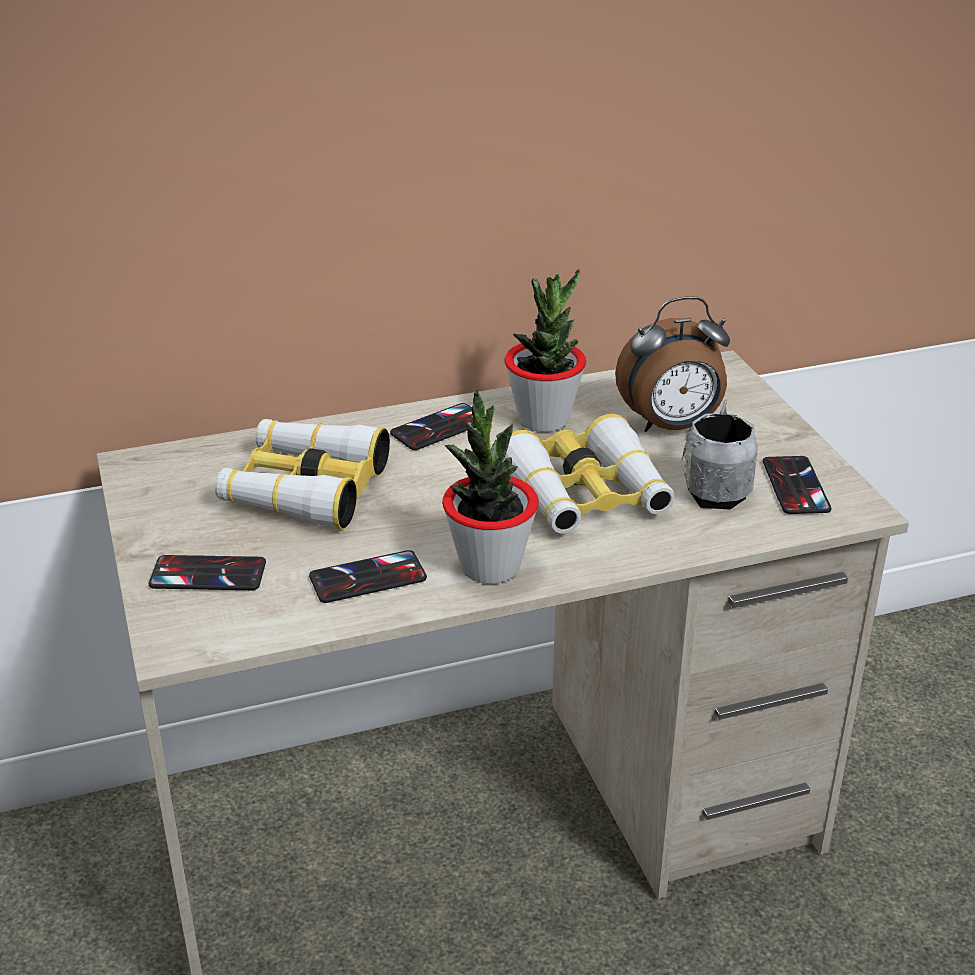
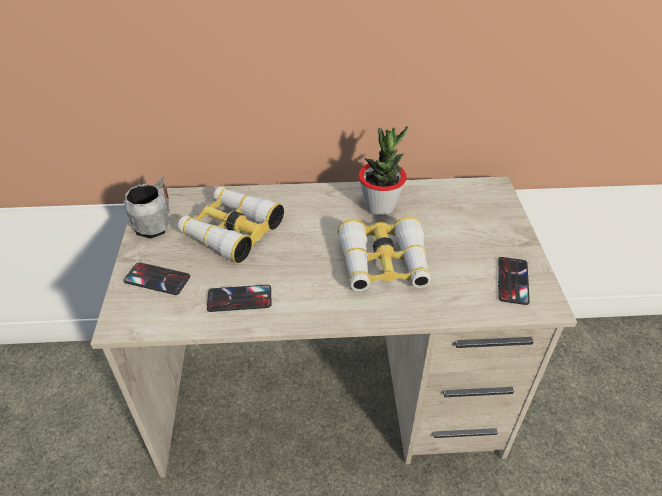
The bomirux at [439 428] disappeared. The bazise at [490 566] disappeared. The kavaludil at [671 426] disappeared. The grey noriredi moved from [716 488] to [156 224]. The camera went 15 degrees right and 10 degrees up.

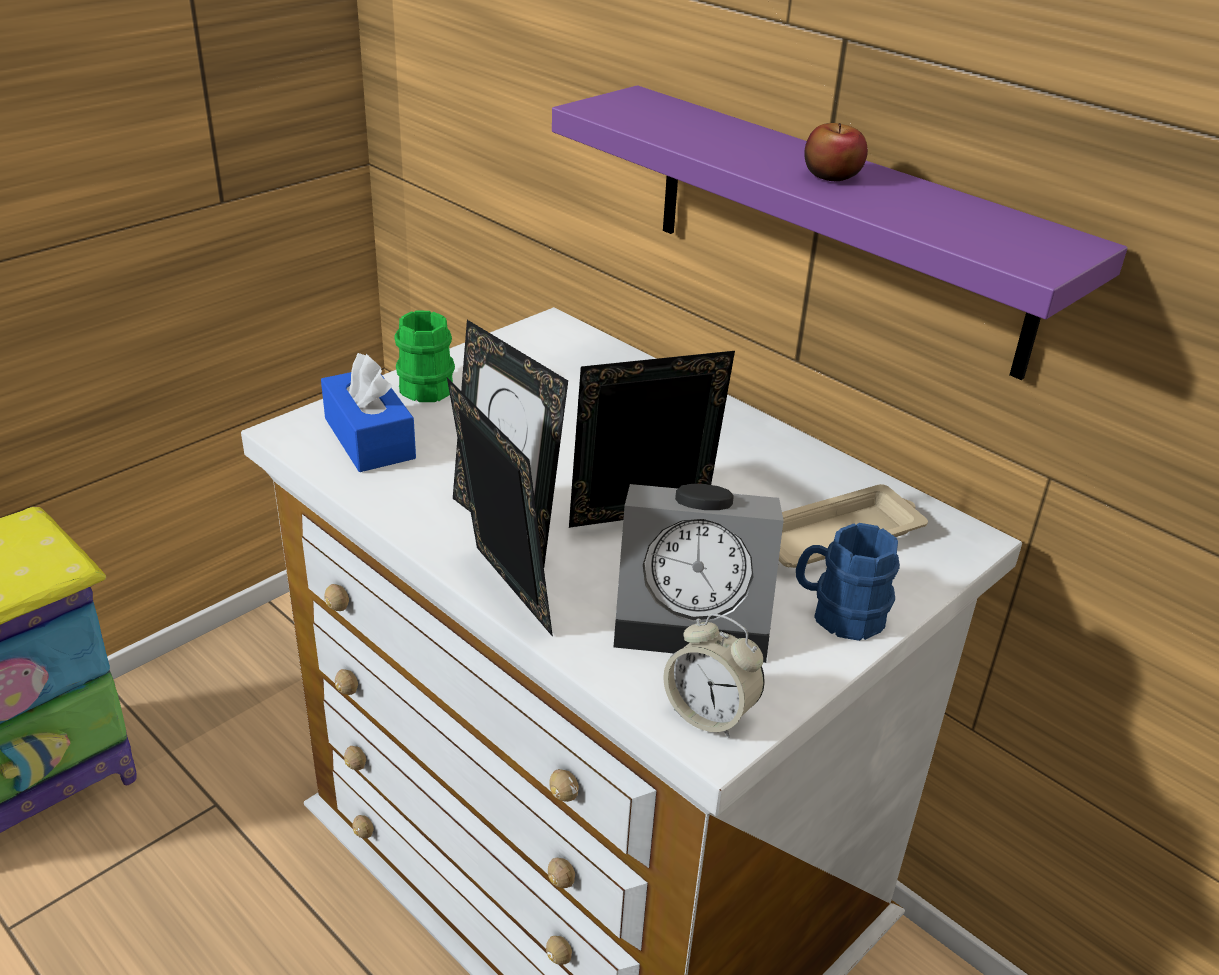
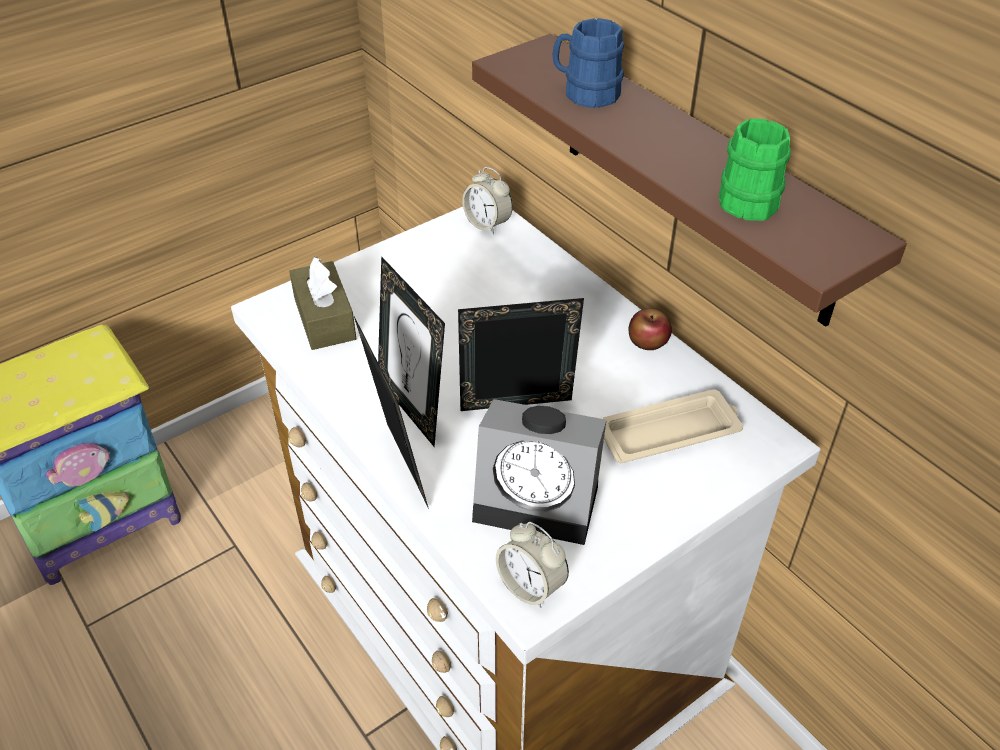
The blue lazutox at [369 438] became the brown lazutox at [324 318]. The green noriredi moved from [426 384] to [747 197]. The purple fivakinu at [837 227] became the brown fivakinu at [695 178]. The blue noriredi moved from [839 614] to [585 93]. The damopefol moved from [832 175] to [648 341]. The kavaludil at [487 224] appeared. The camera went 10 degrees right and 10 degrees up.

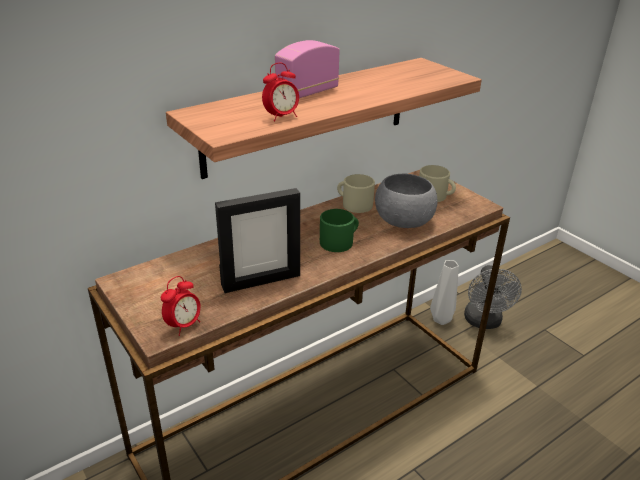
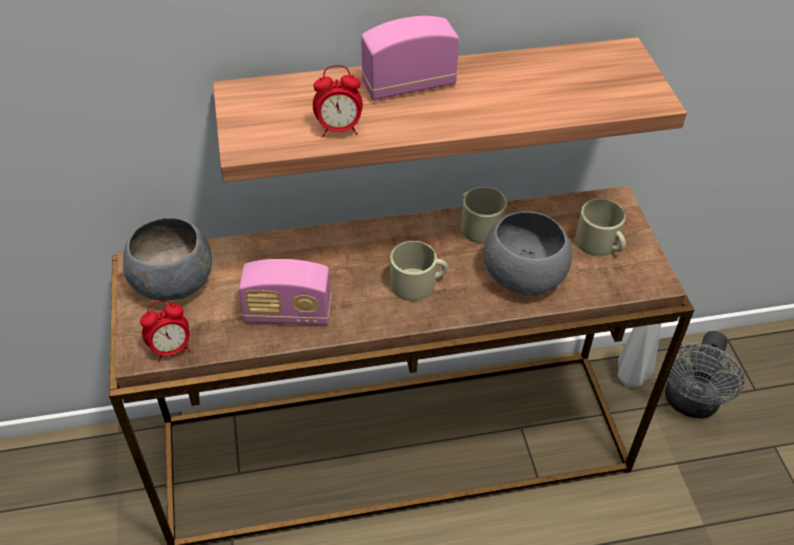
The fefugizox at [261 280] was replaced by the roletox at [288 314]. The green noriredi at [340 241] became the beige noriredi at [418 284]. The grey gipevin at [172 281] appeared. The camera went 25 degrees right and 15 degrees up.

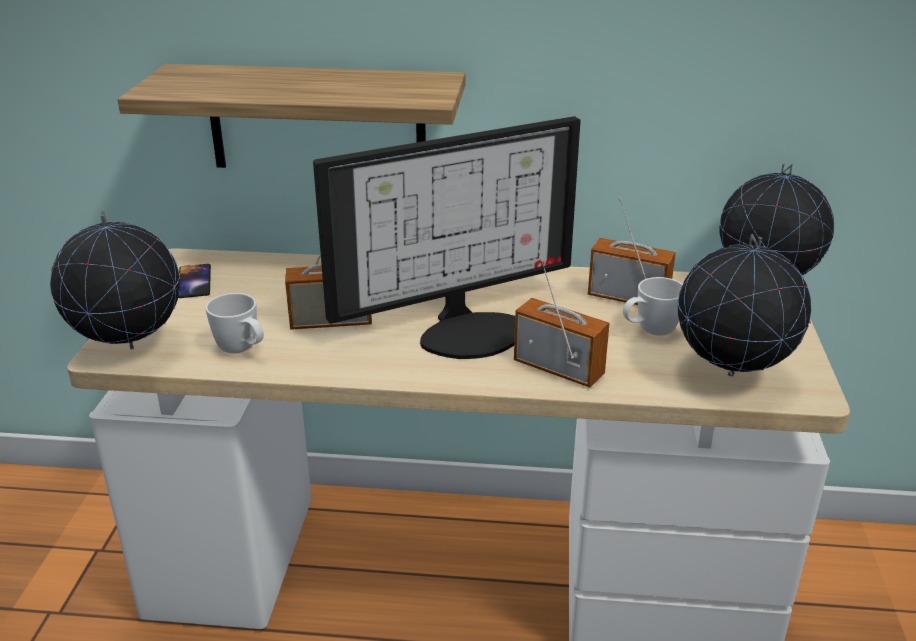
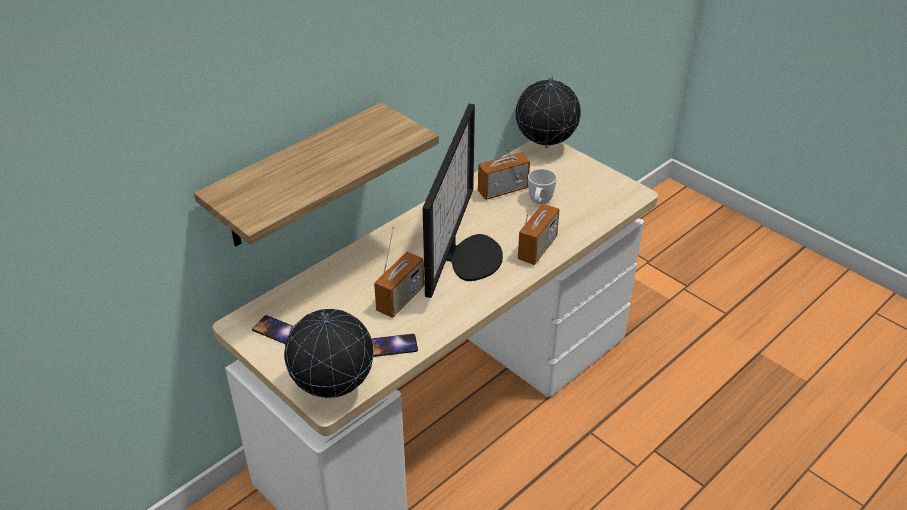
The white noriredi at [242 350] was replaced by the bomirux at [391 346]. The roletox at [558 368] turned 135 degrees clockwise. The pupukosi at [731 377] disappeared. The camera went 50 degrees left and 10 degrees up.

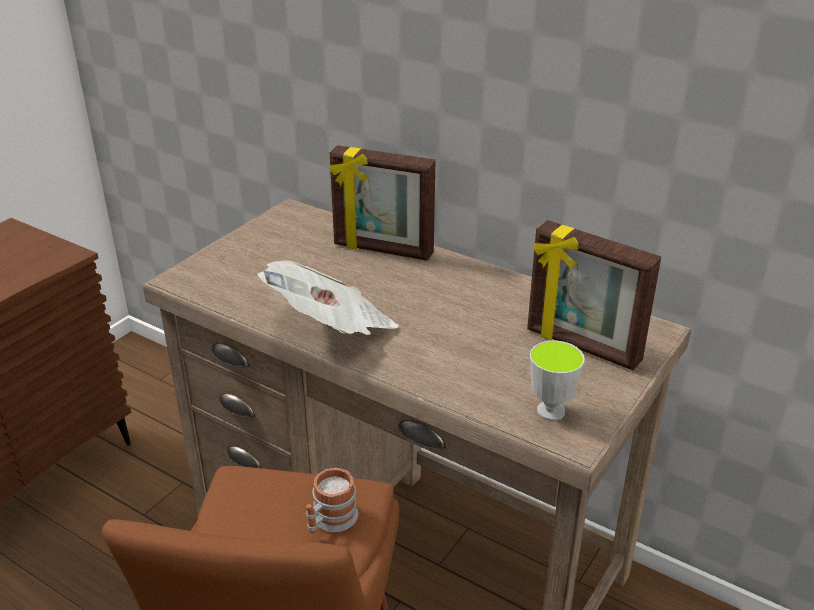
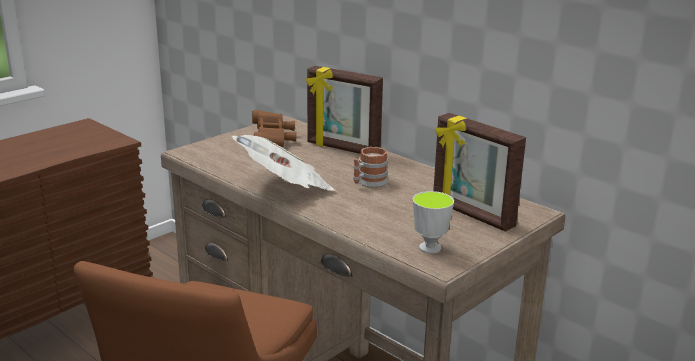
The noriredi moved from [330 521] to [368 183]. The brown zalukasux at [273 140] appeared. The camera went 10 degrees right and 10 degrees down.

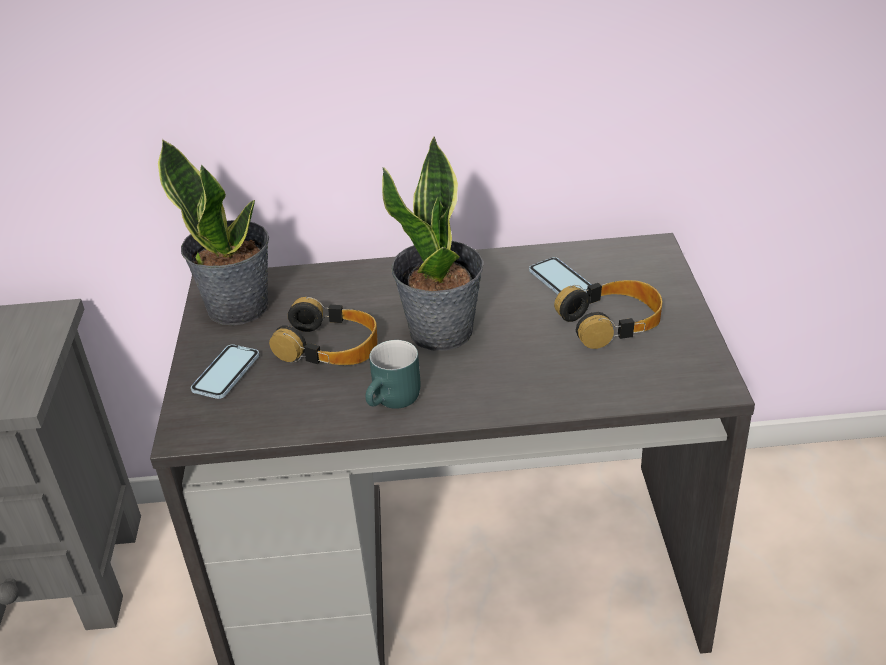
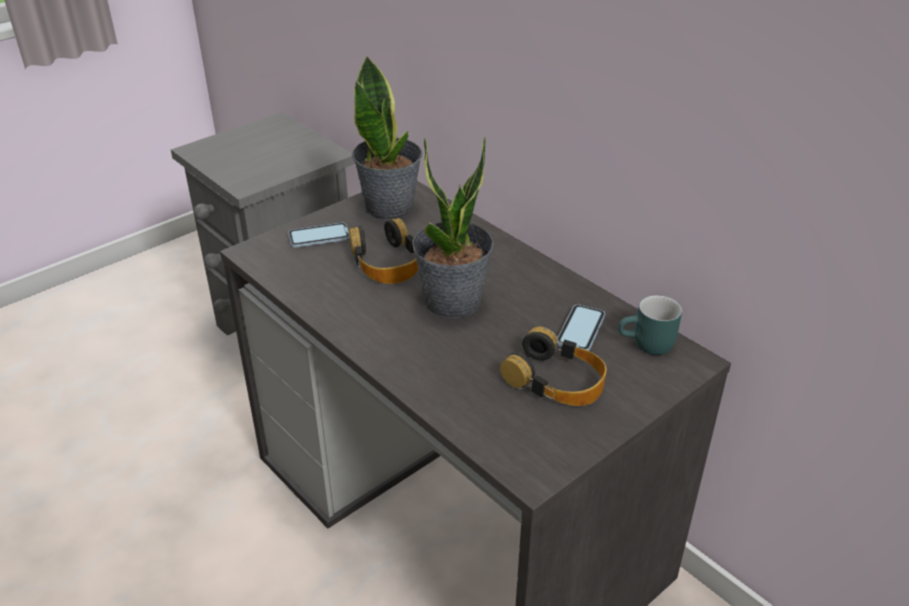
The turquoise noriredi moved from [395 401] to [647 346]. The camera went 50 degrees right and 0 degrees up.

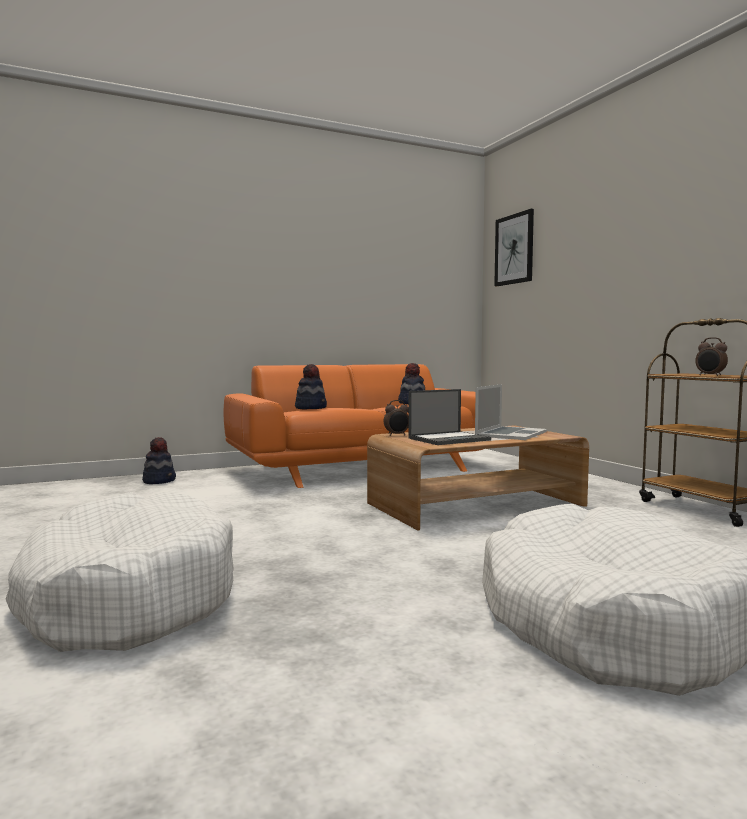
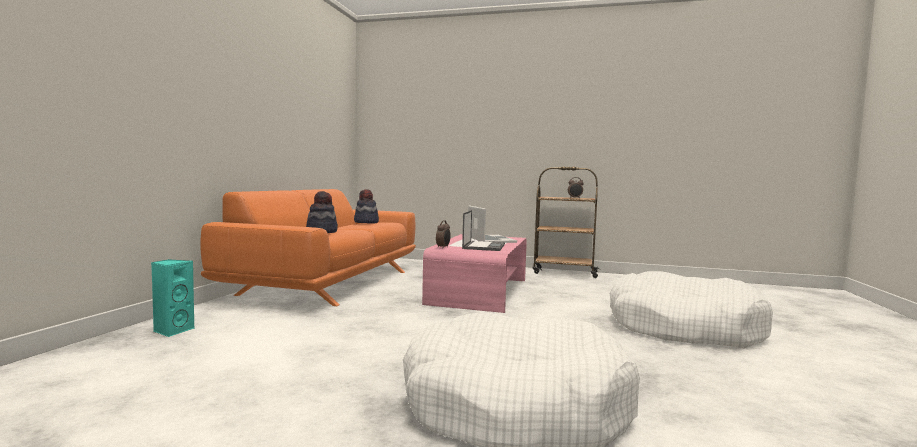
The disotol at [159 481] was replaced by the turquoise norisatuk at [172 331]. The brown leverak at [476 504] became the pink leverak at [479 291]. The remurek at [514 249] disappeared. The camera went 50 degrees left and 0 degrees up.

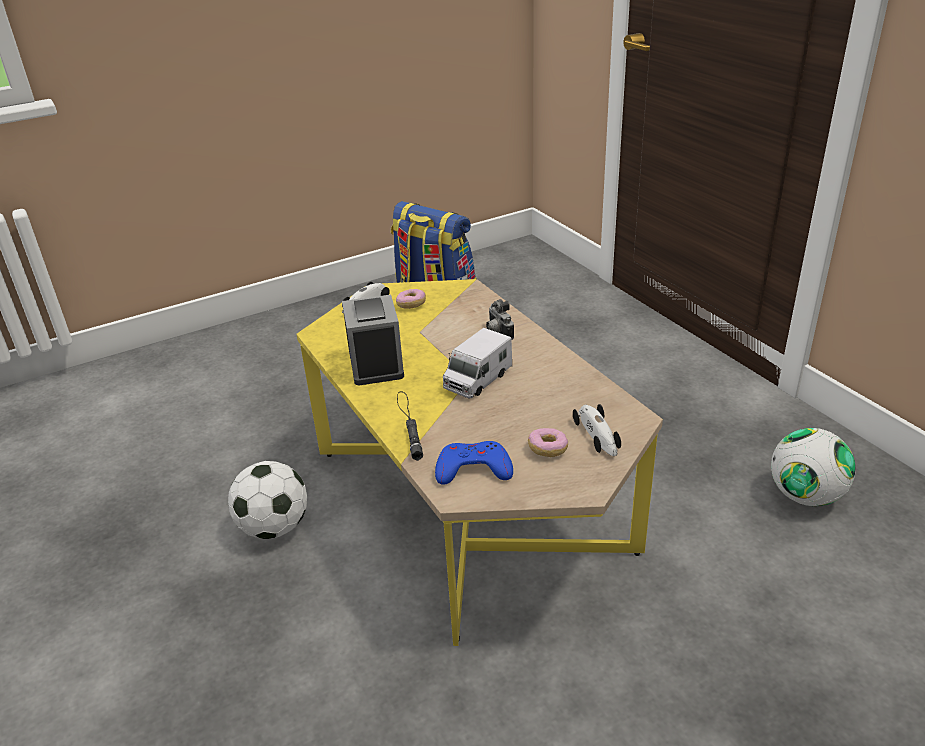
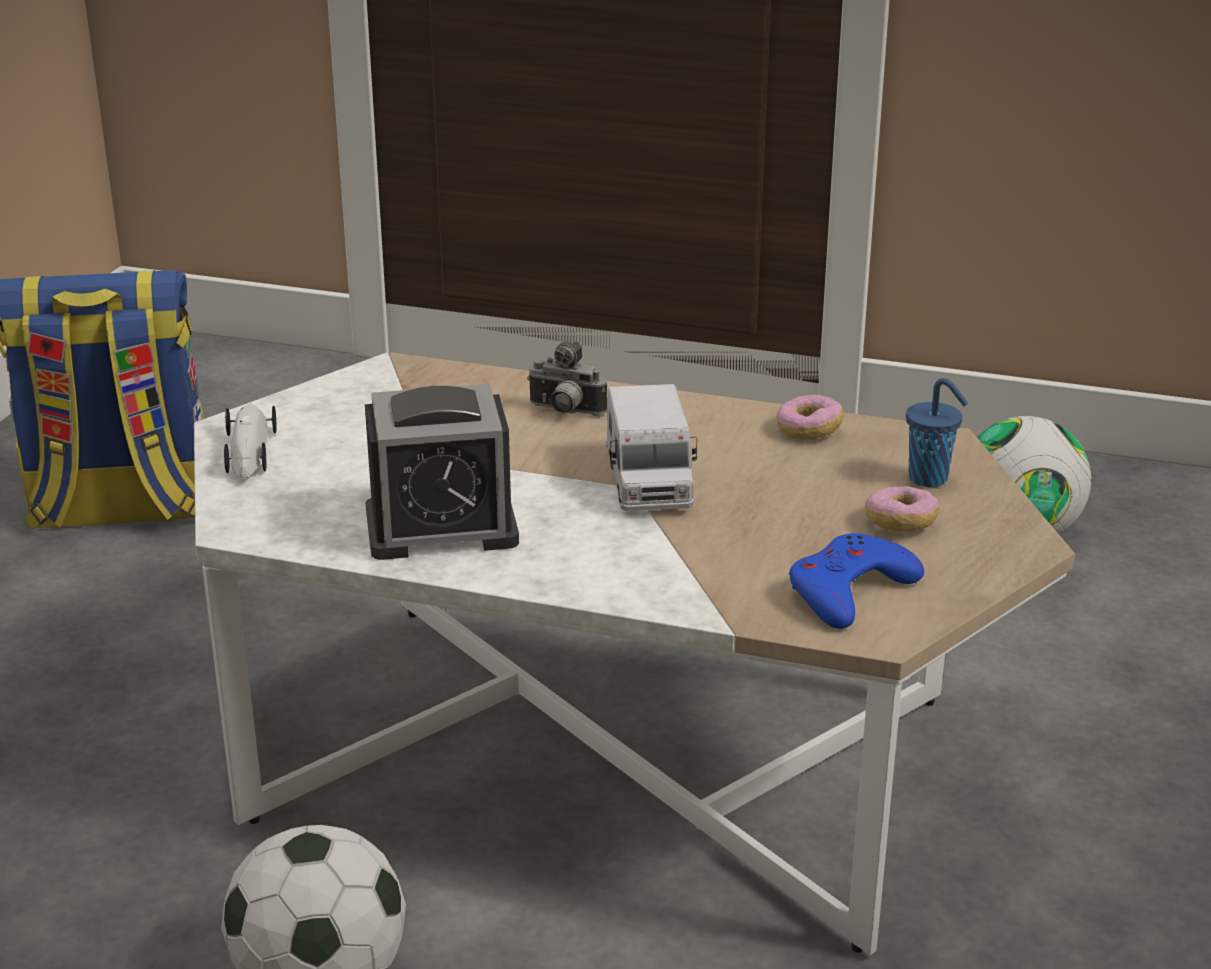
The yellow leverak at [470 500] became the white leverak at [605 758]. The kavaludil at [376 363] turned 135 degrees clockwise. The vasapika moved from [411 305] to [808 430]. The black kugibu at [409 424] disappeared. The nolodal at [597 435] was replaced by the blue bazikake at [930 479]. The camera went 45 degrees left and 5 degrees down.

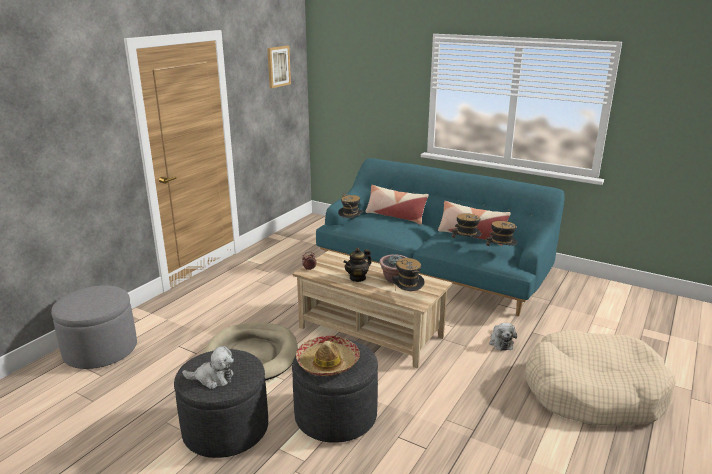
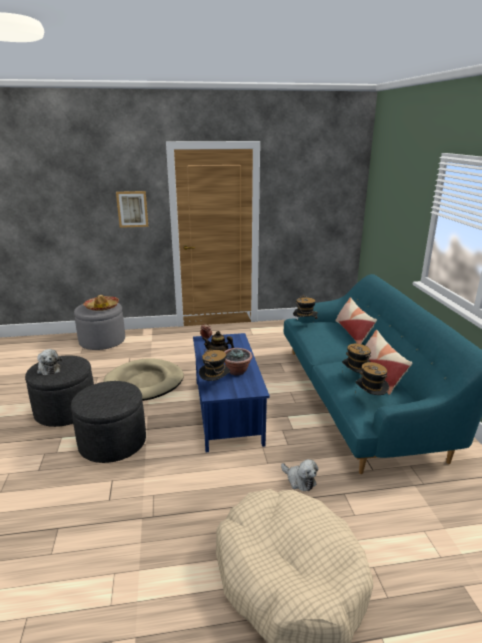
The remurek moved from [278 66] to [132 209]. The beige leverak at [371 332] became the blue leverak at [227 411]. The disotol moved from [328 362] to [102 307]. The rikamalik at [501 342] turned 90 degrees counterclockwise. The camera went 50 degrees right and 0 degrees up.

